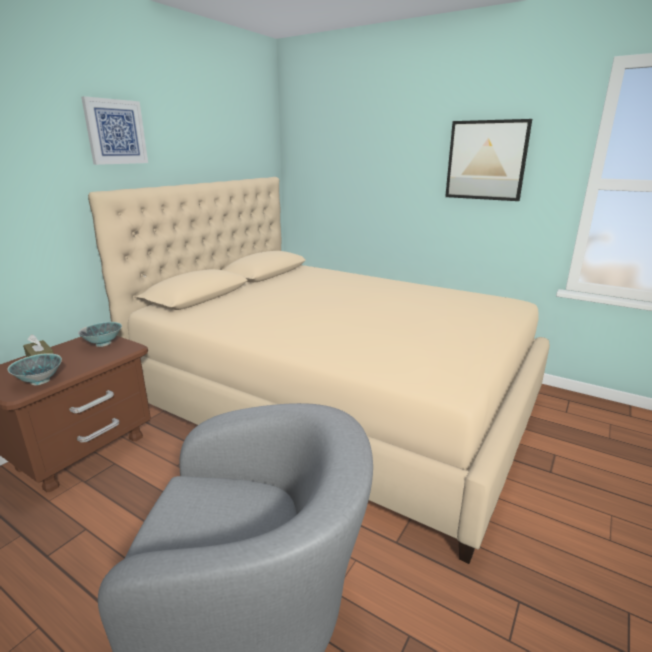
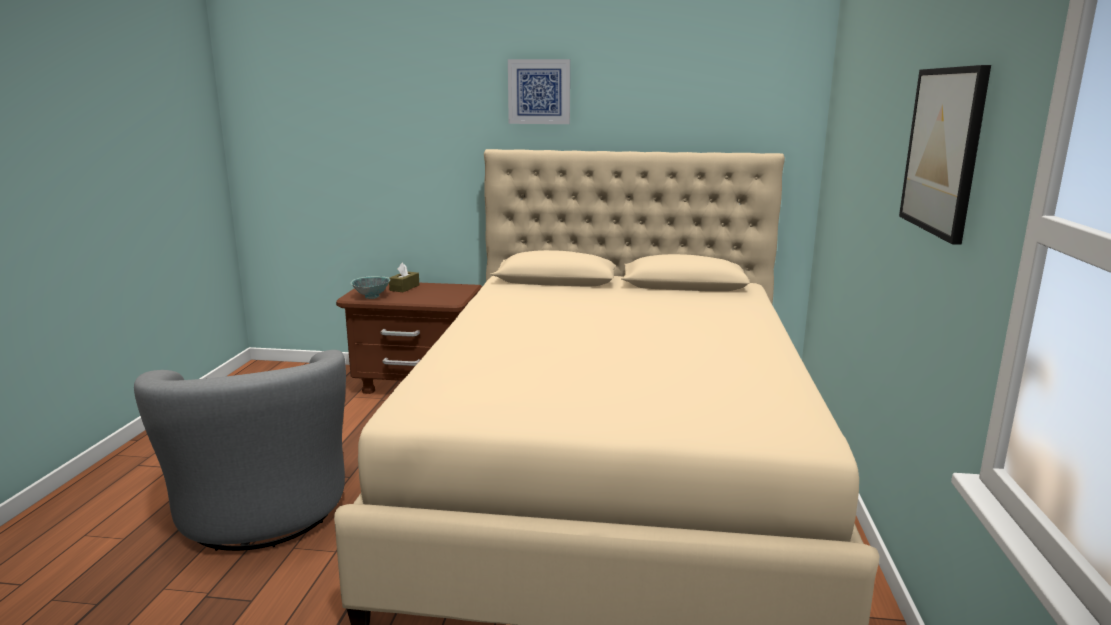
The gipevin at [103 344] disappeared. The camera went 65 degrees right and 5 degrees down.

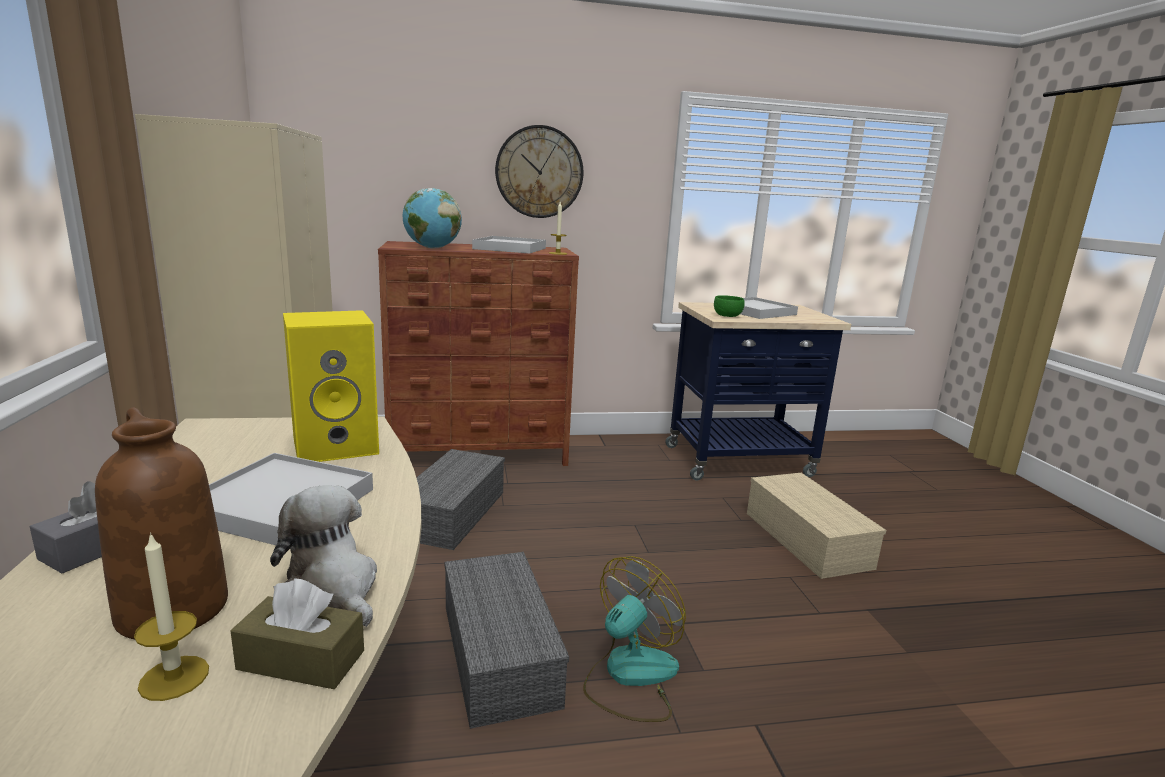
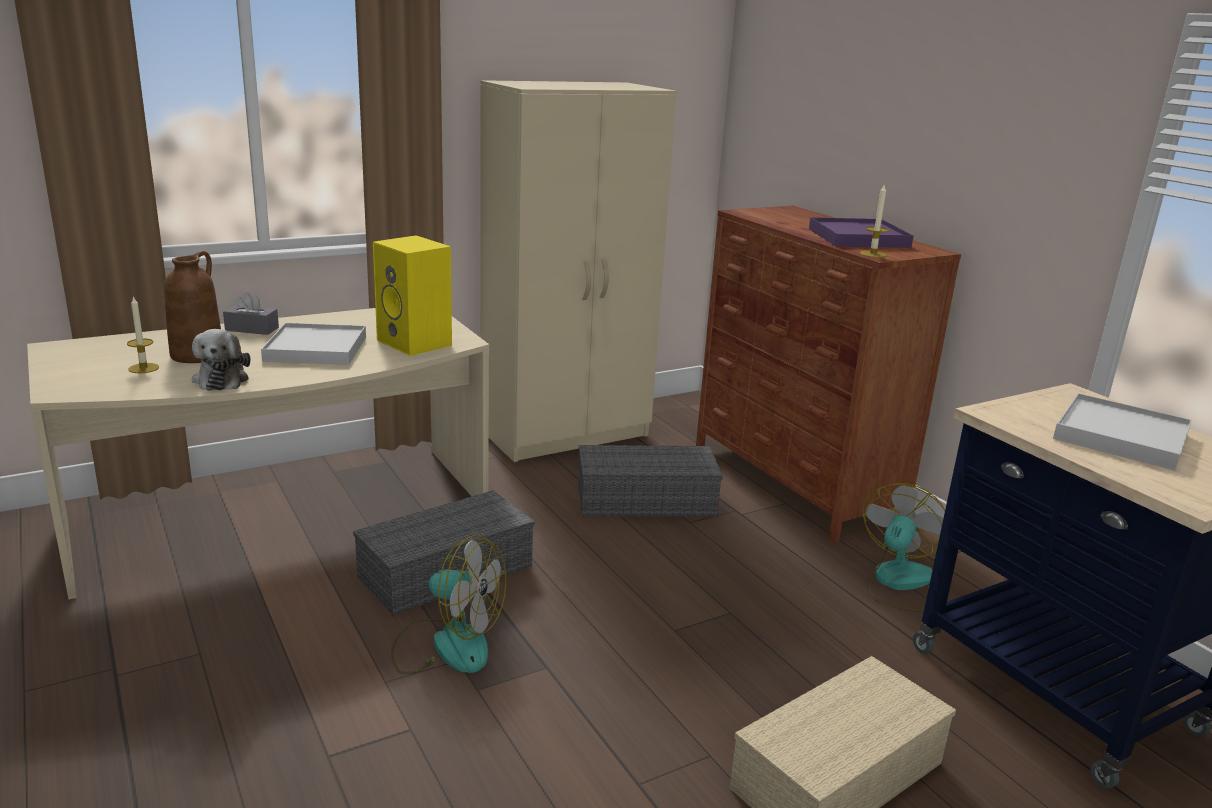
The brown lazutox at [301 660] disappeared. The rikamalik at [334 588] turned 135 degrees clockwise. The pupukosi at [432 248] disappeared. The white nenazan at [509 248] became the purple nenazan at [858 238]. The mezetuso at [539 172] disappeared. The green gipevin at [727 315] disappeared. The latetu at [900 584] appeared. The camera went 70 degrees right and 5 degrees up.

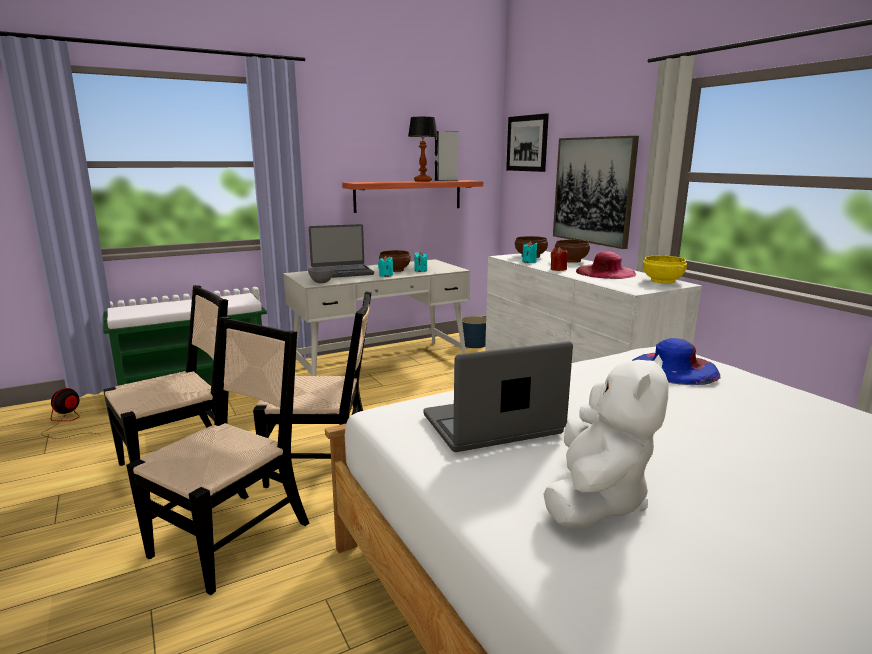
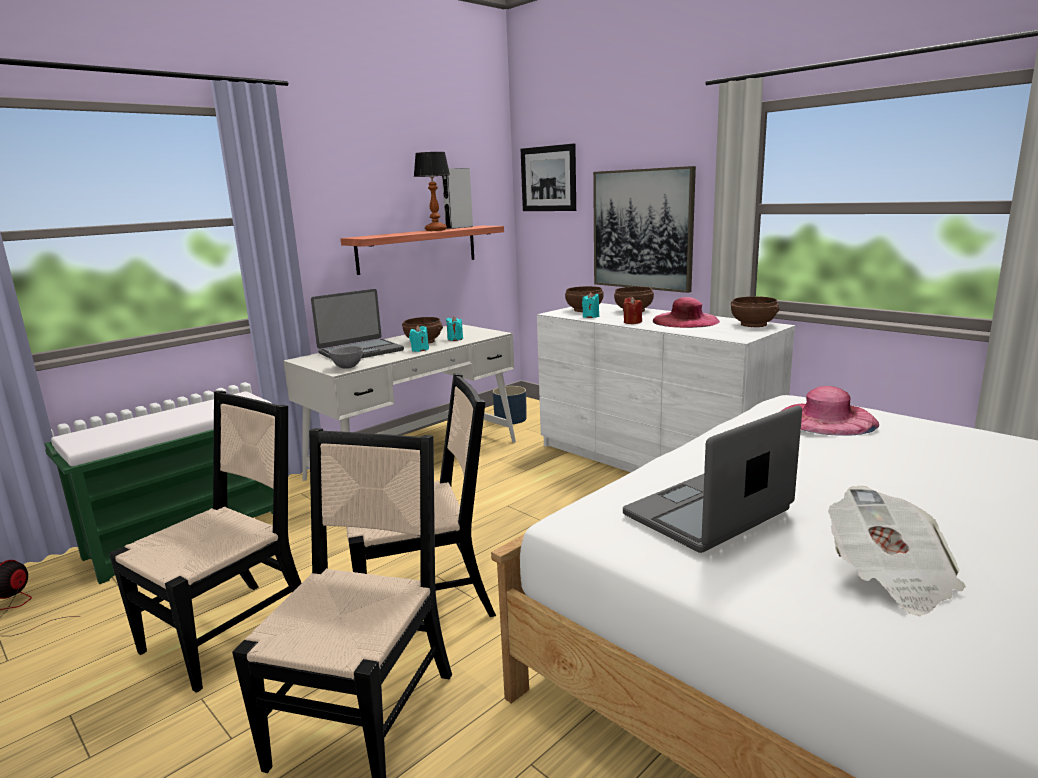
The white rikamalik at [596 500] was replaced by the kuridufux at [890 577]. The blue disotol at [674 368] became the pink disotol at [827 419]. The yellow gipevin at [663 281] became the brown gipevin at [753 324]. The camera went 15 degrees left and 0 degrees up.

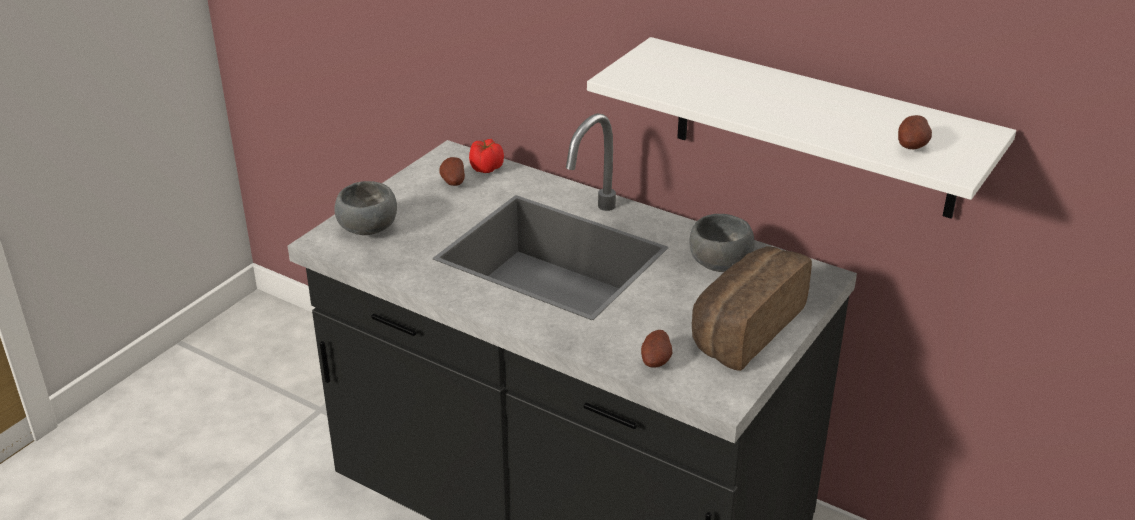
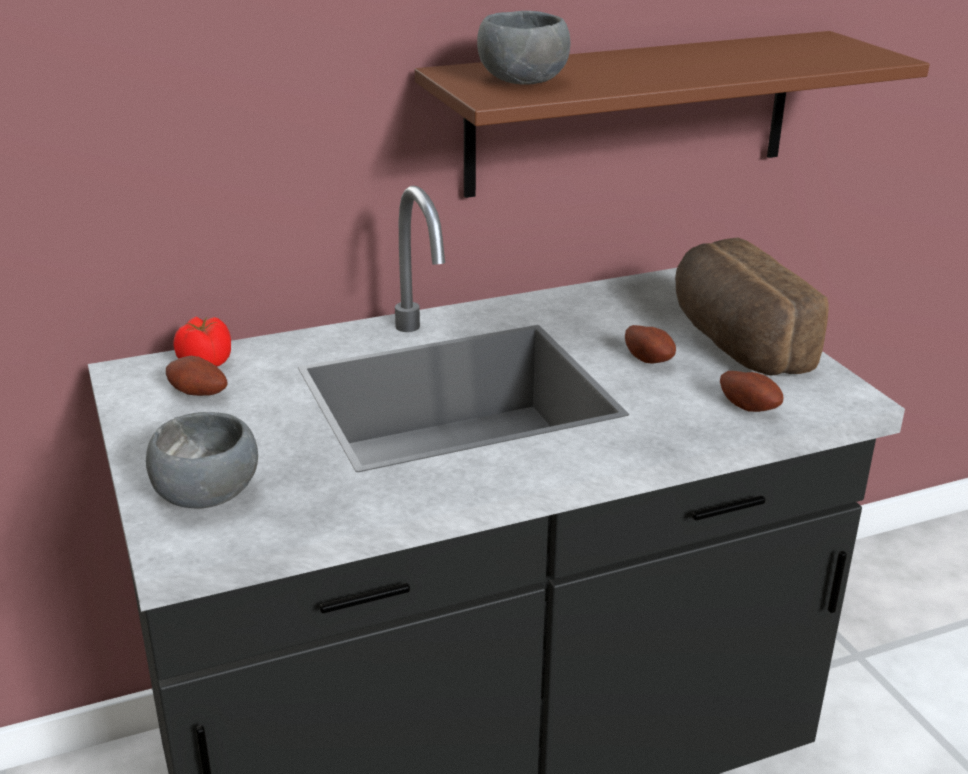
The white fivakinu at [814 128] became the brown fivakinu at [631 113]. The grey gipevin moved from [718 262] to [520 81]. The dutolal moved from [912 146] to [649 359]. The camera went 55 degrees left and 5 degrees down.

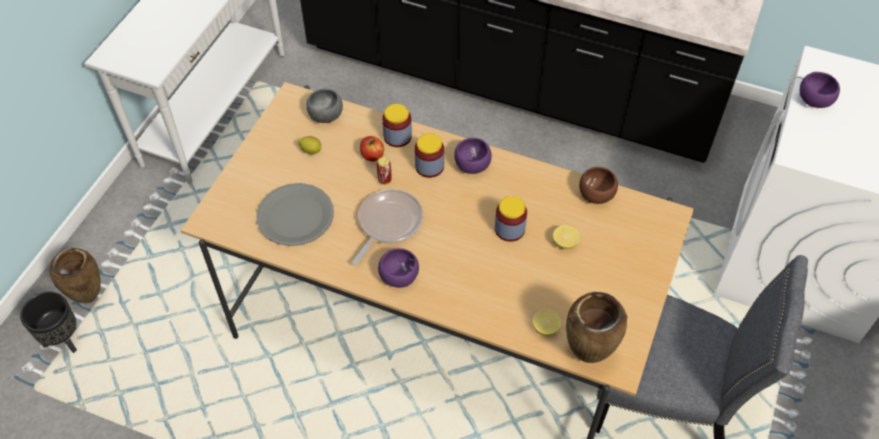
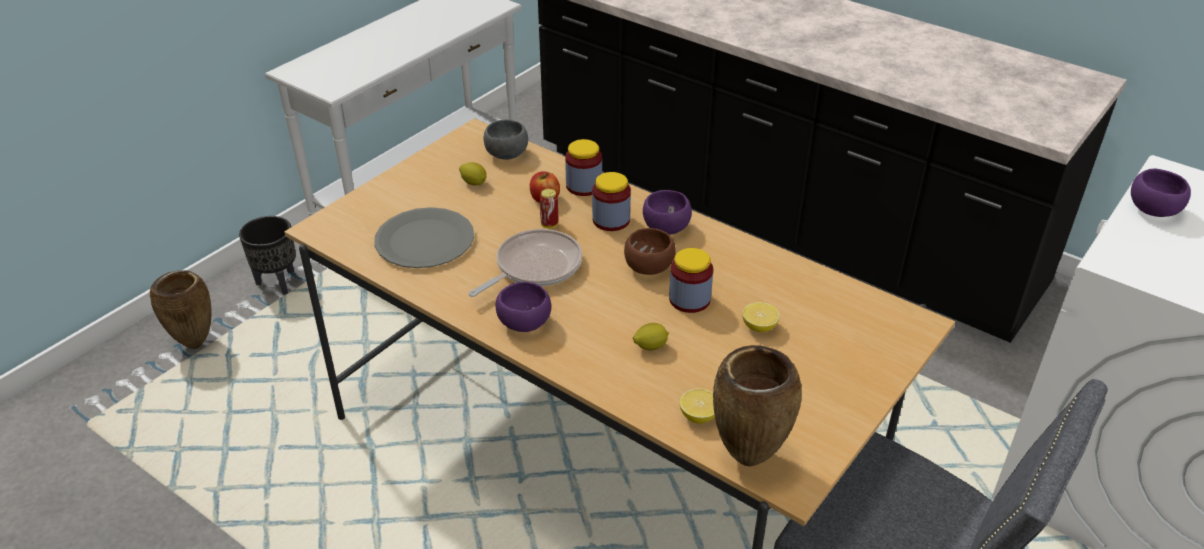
The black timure moved from [64 341] to [278 283]. The brown gipevin moved from [597 194] to [650 267]. The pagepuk at [650 346] appeared. The camera went 15 degrees right and 15 degrees down.

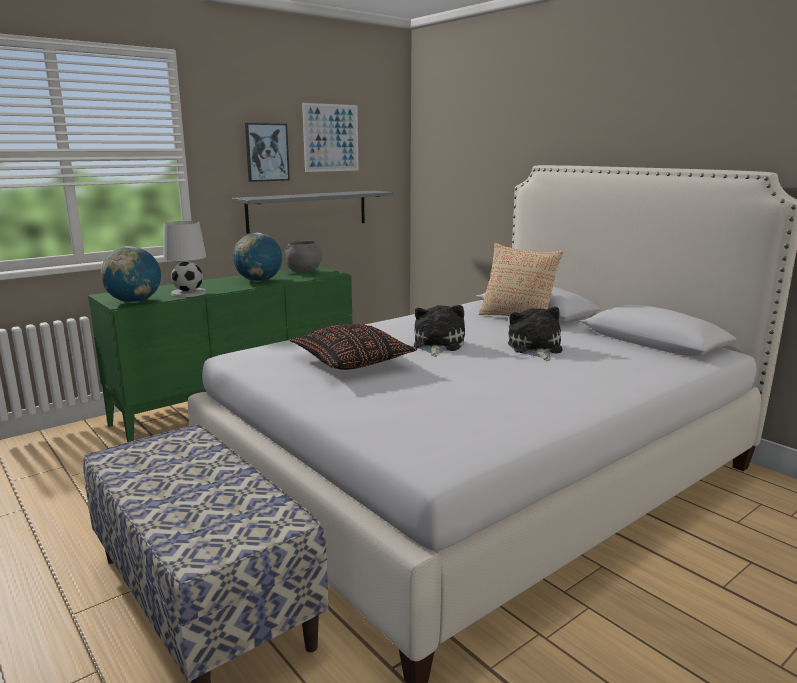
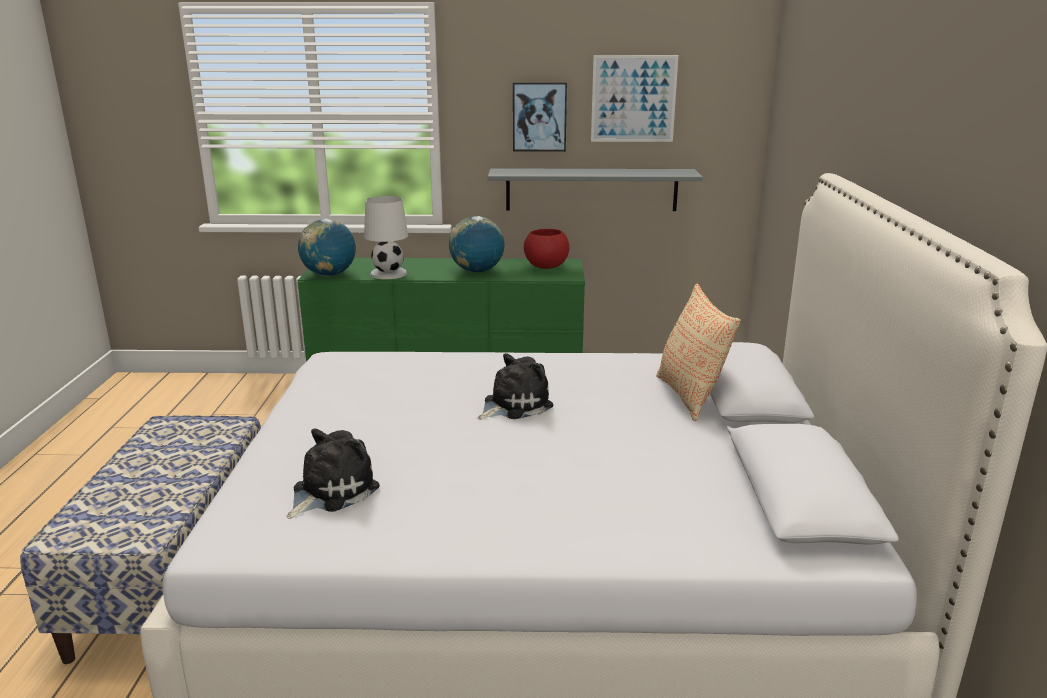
The grey gipevin at [304 272] became the red gipevin at [546 267]. The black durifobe at [352 361] disappeared. The rikamalik moved from [535 348] to [331 491]. The camera went 40 degrees right and 5 degrees up.

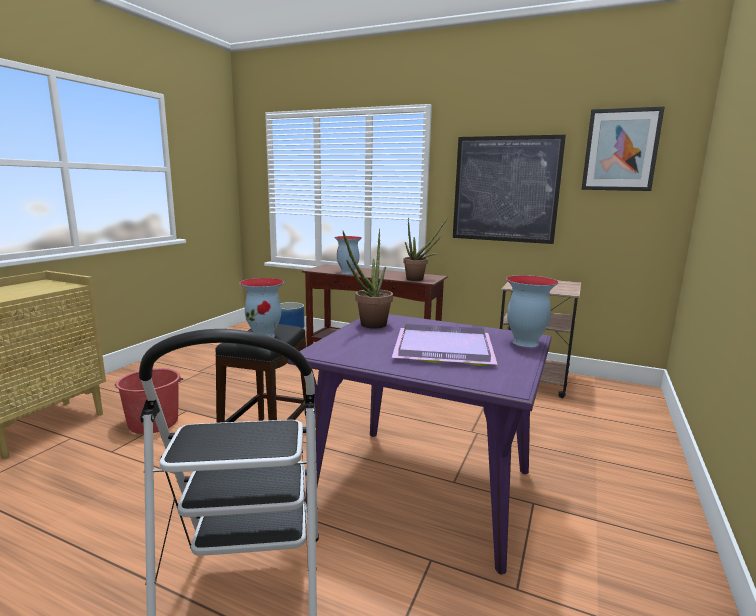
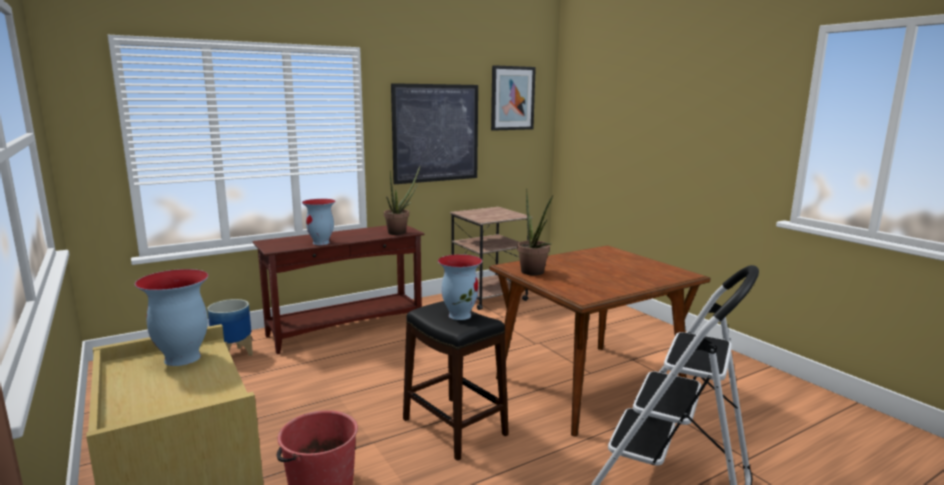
The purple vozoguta at [422 488] became the brown vozoguta at [588 385]. The purple nenazan at [445 349] disappeared. The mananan moved from [525 343] to [182 359]. The camera went 55 degrees left and 0 degrees up.

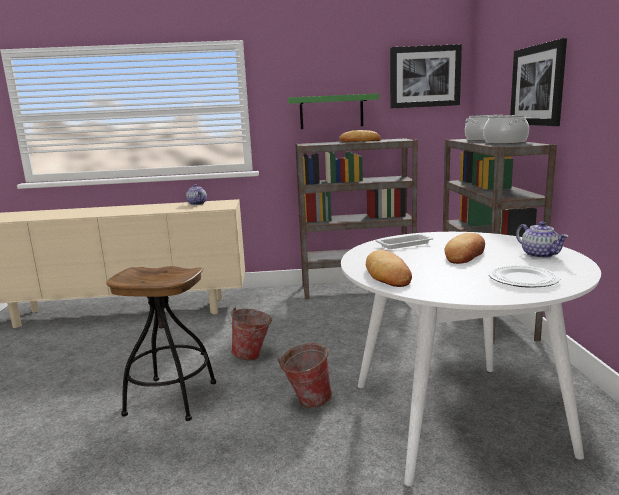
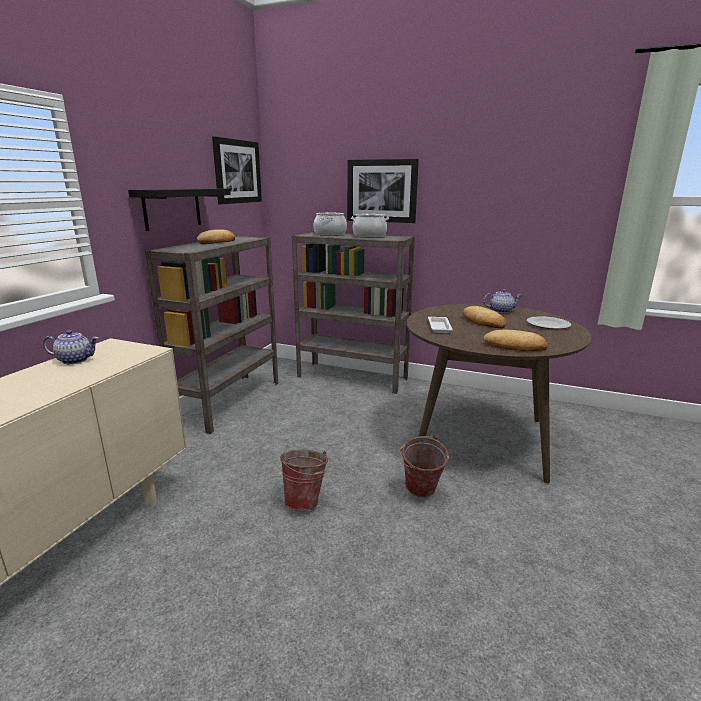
The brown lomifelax at [170 398] disappeared. The green fivakinu at [331 112] became the black fivakinu at [172 208]. The white vozoguta at [456 417] became the brown vozoguta at [481 439]. The camera went 65 degrees left and 5 degrees up.

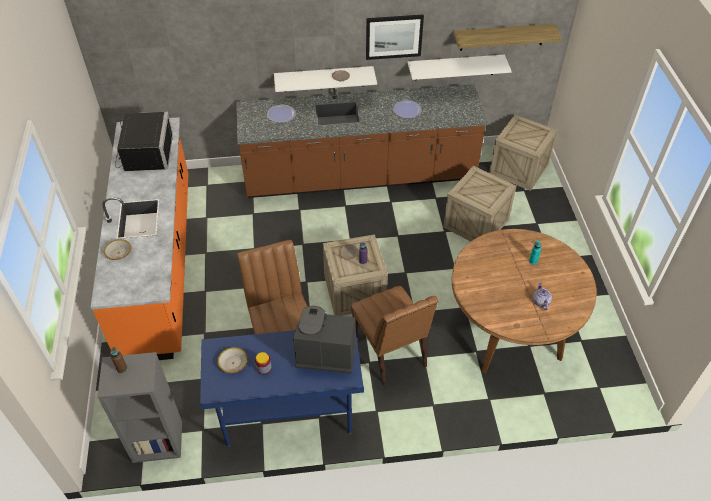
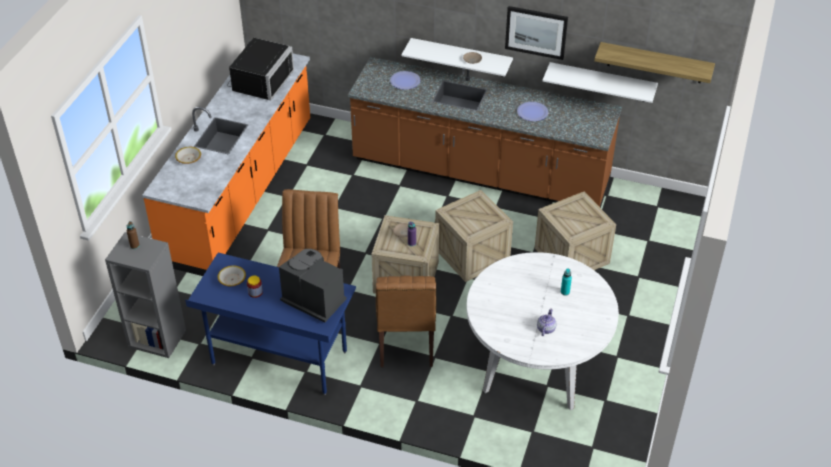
The brown vozoguta at [509 332] became the white vozoguta at [535 366]. The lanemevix moved from [518 169] to [472 254]. The camera went 25 degrees right and 5 degrees down.

